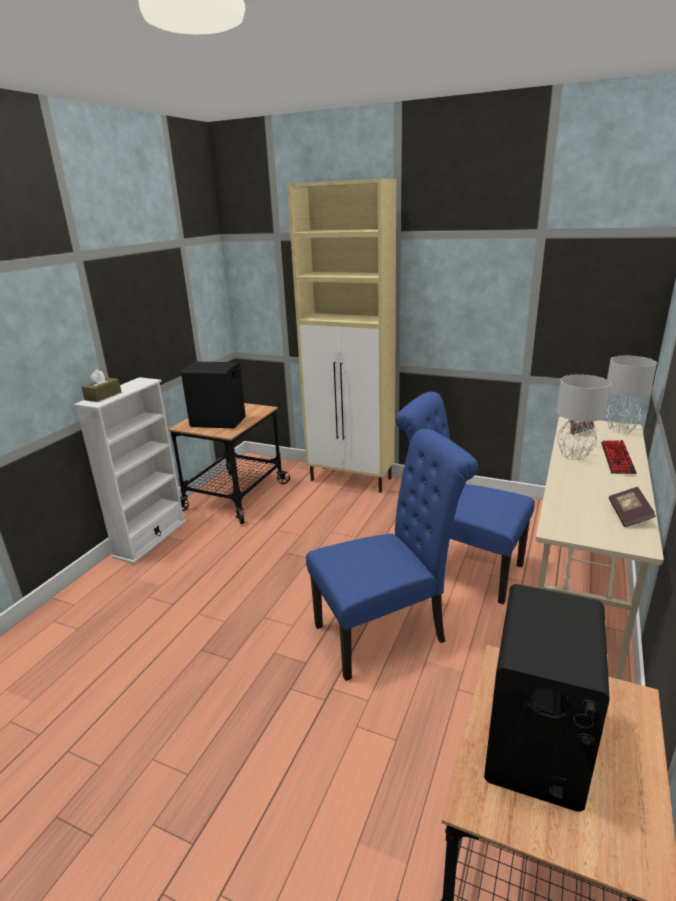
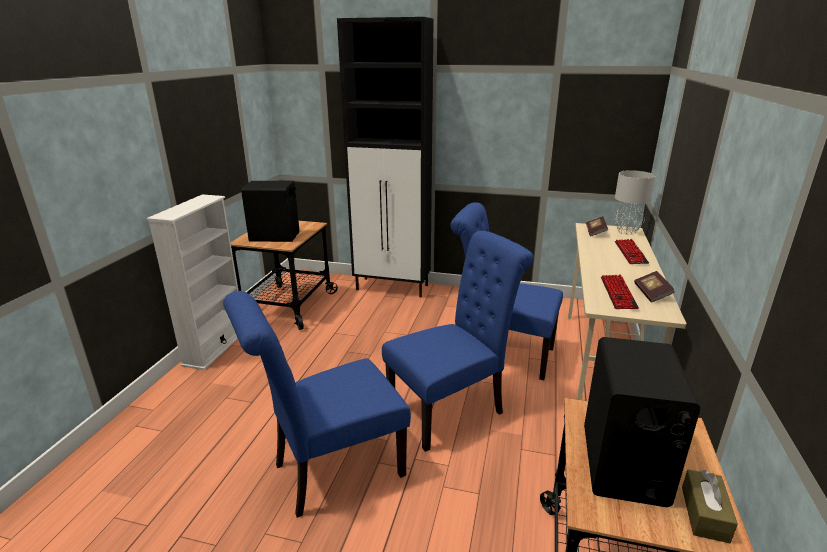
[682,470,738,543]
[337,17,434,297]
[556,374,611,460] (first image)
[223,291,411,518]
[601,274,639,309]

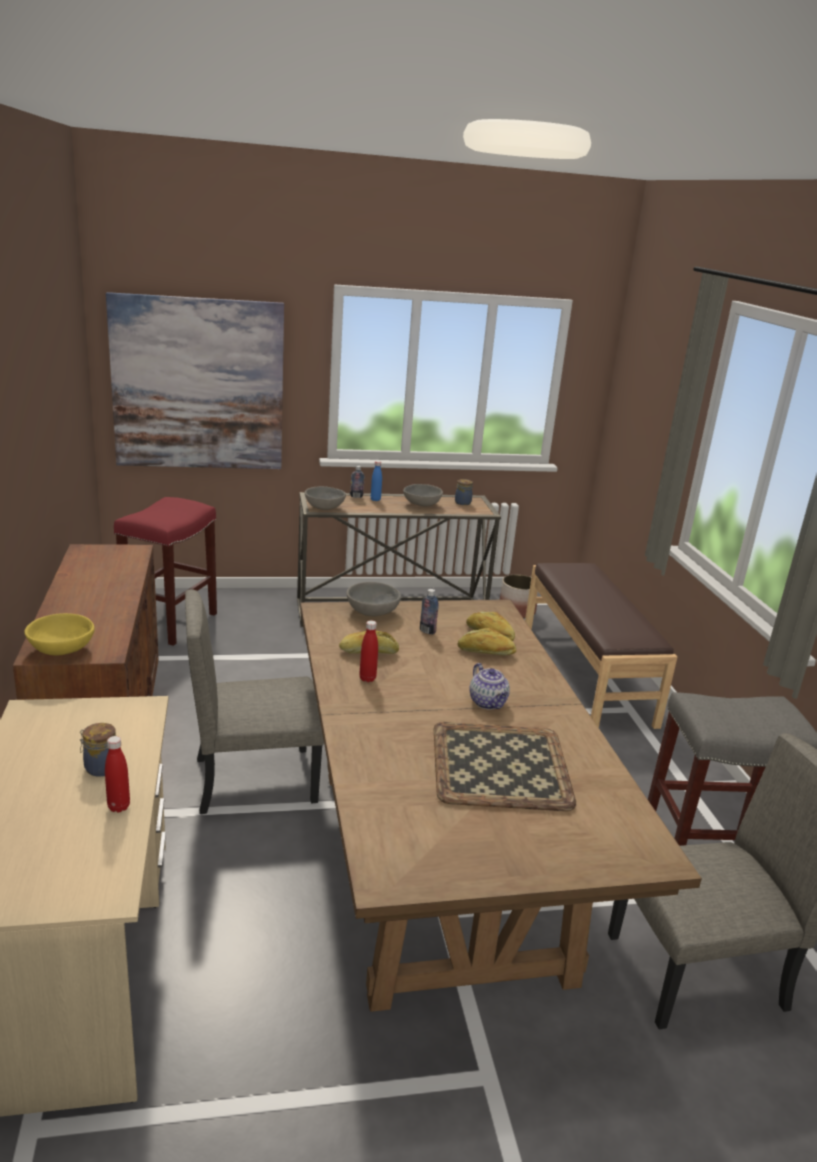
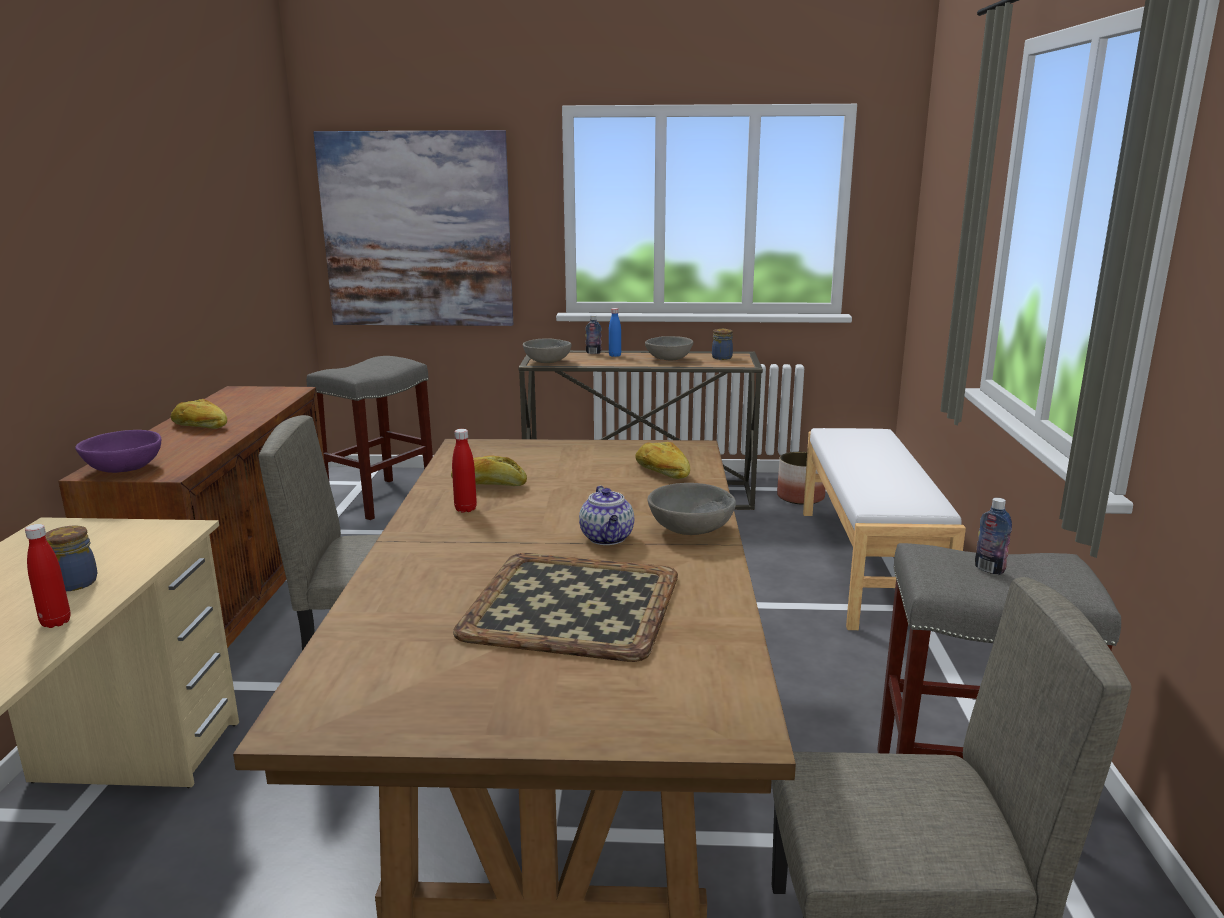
[75,430,161,473]
[307,356,433,520]
[647,483,736,535]
[975,498,1012,575]
[171,399,227,429]
[803,428,966,630]

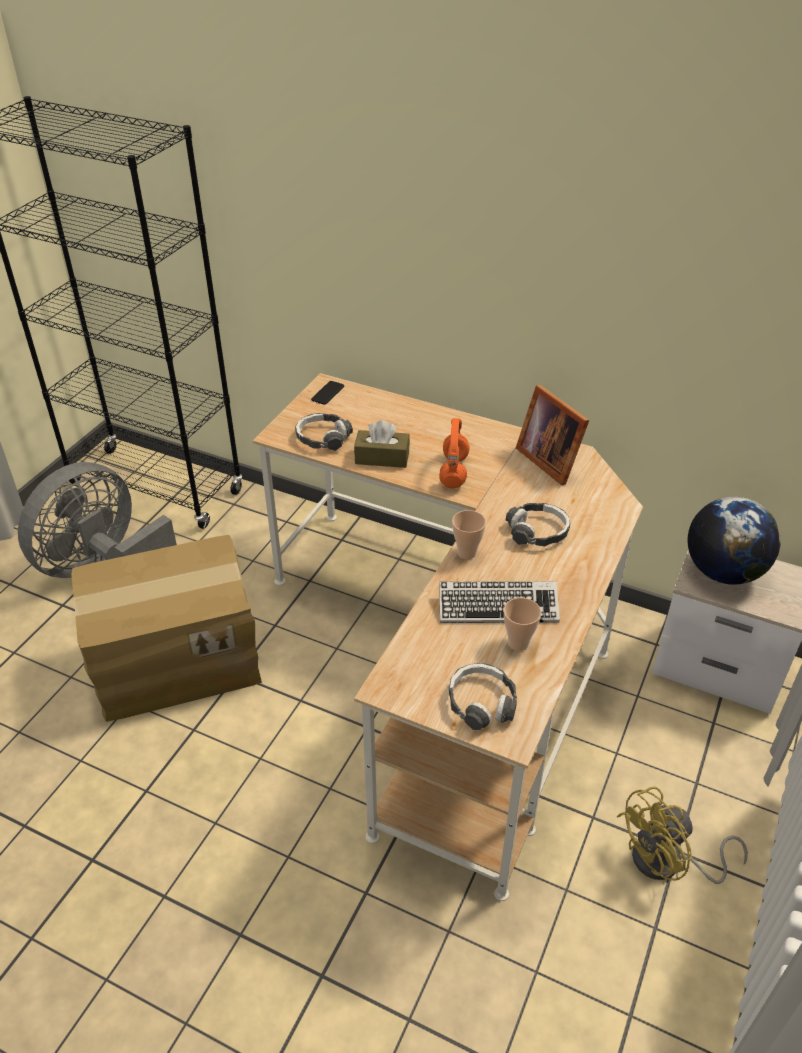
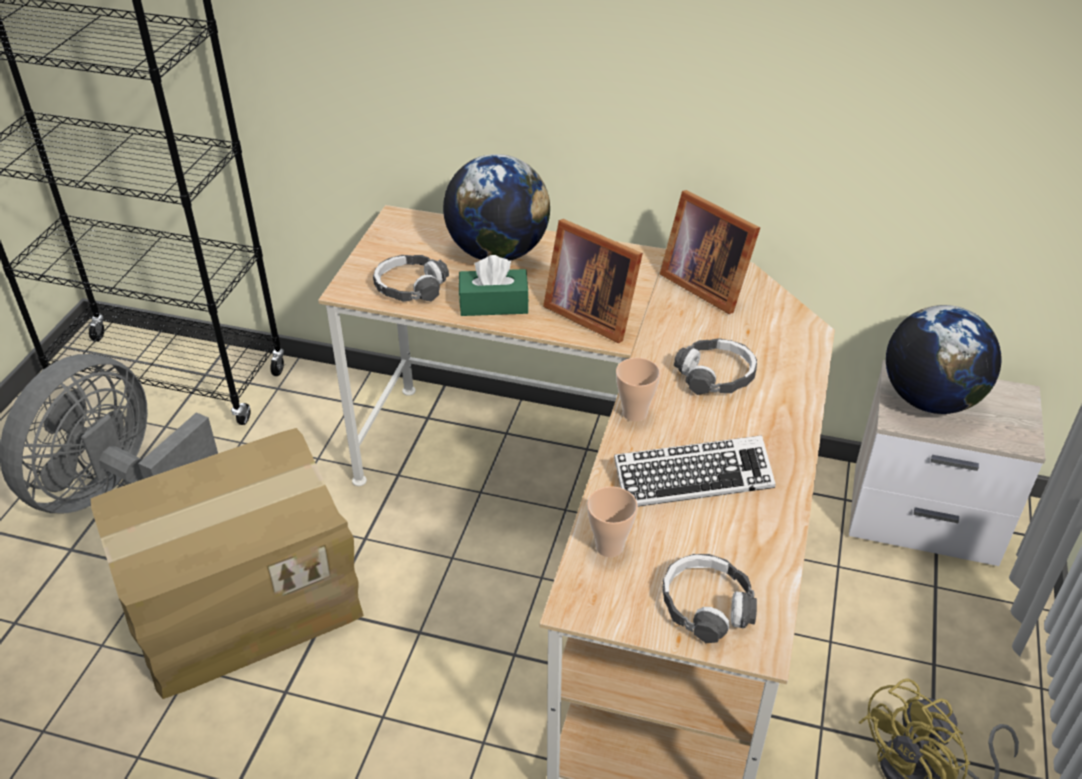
[311,381,344,405] (first image)
[459,255,529,316]
[543,219,643,343]
[587,486,638,557]
[443,154,550,261]

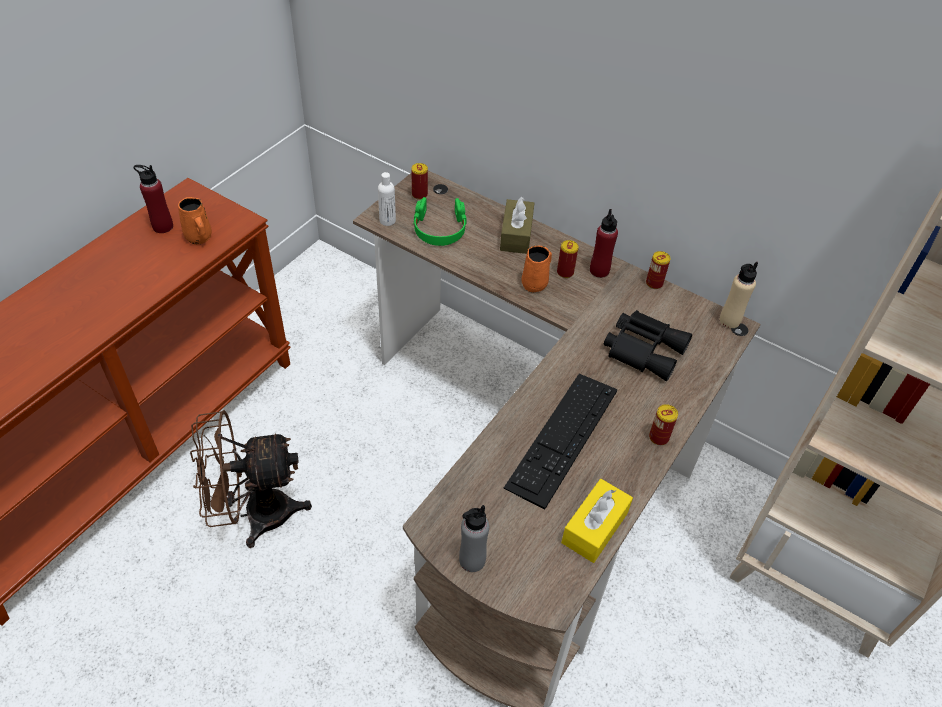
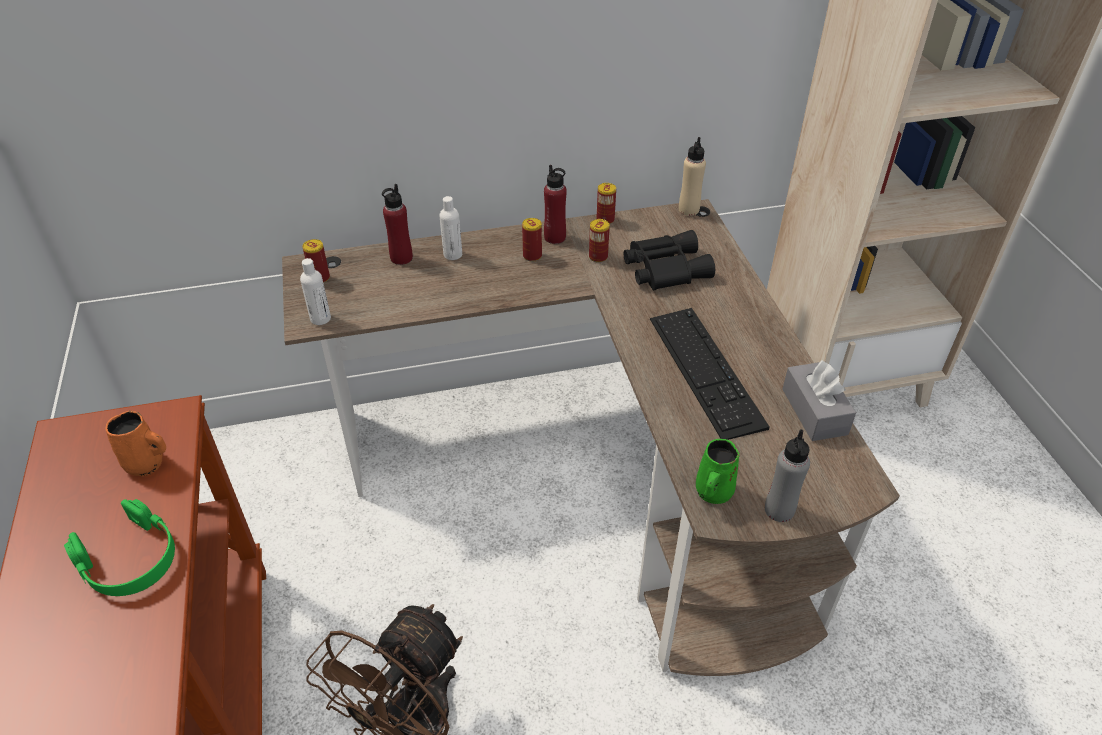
[382,184,413,265]
[64,499,175,596]
[440,196,462,260]
[521,245,552,293] (first image)
[782,360,856,441]
[589,219,610,263]
[696,439,740,504]

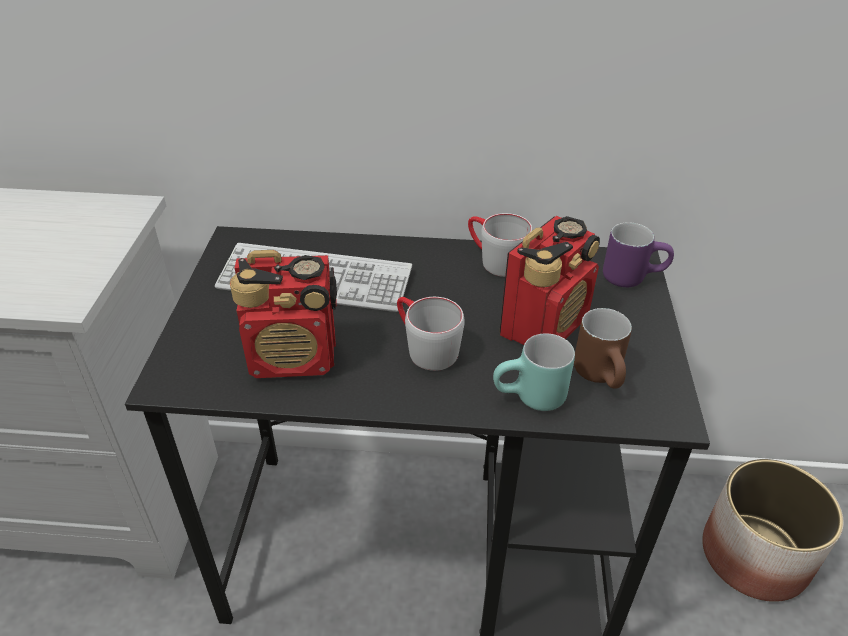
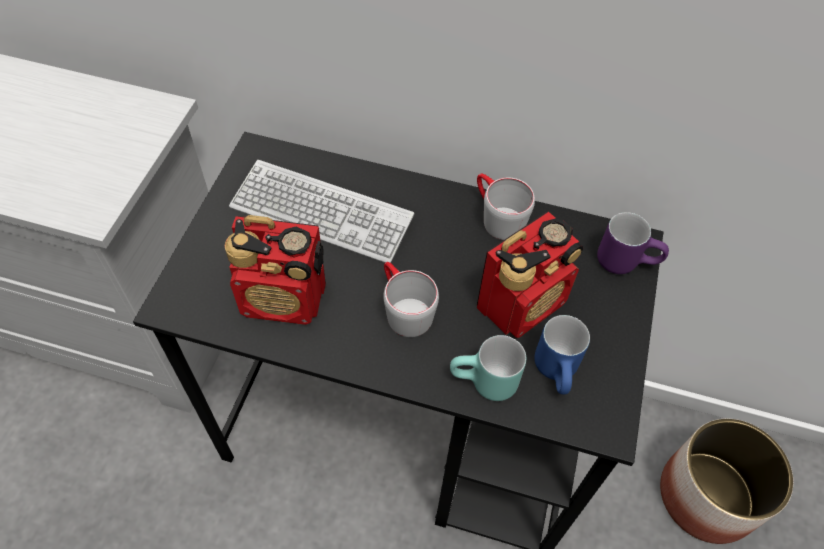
[534,315,590,395]

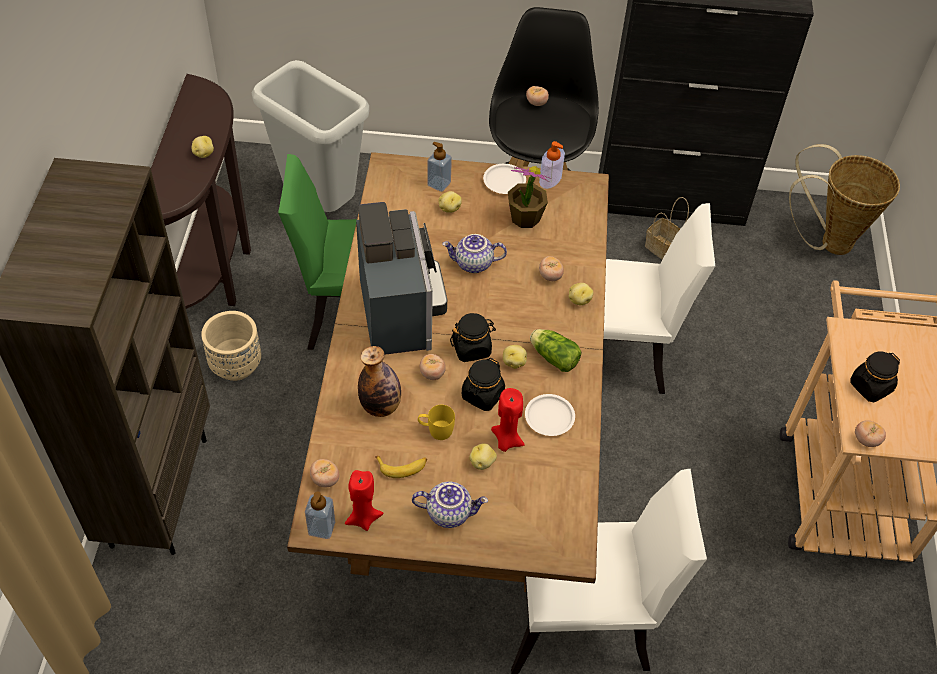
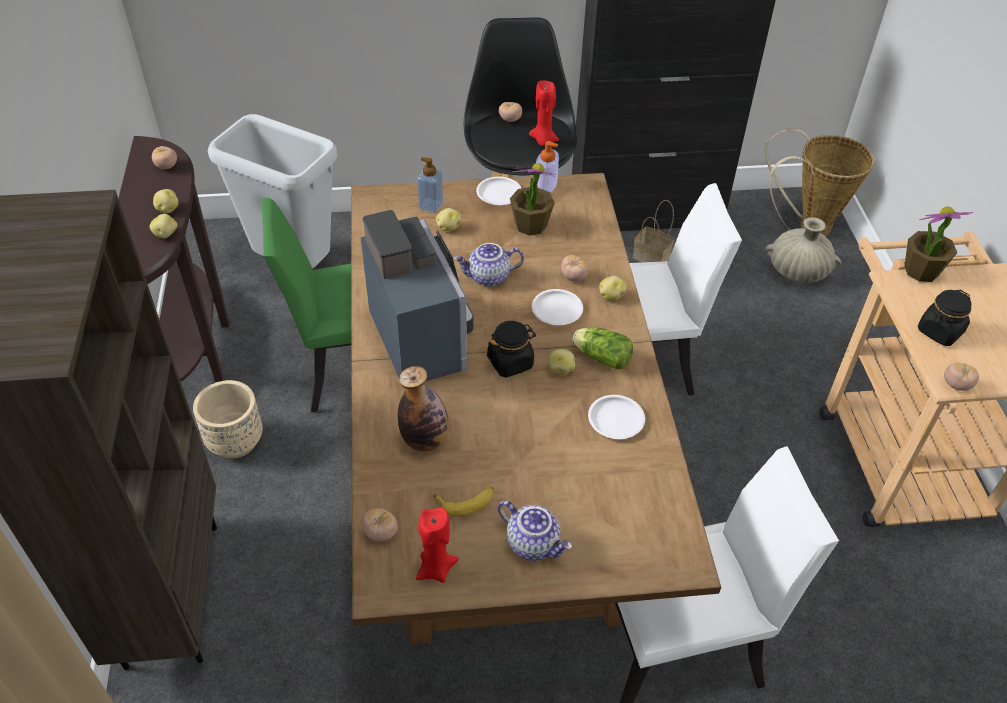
[305,491,335,539] (first image)
[498,500,572,561]
[418,405,455,440] (first image)
[152,146,177,169]
[462,358,505,411] (first image)
[149,214,177,239]
[529,80,559,146]
[532,289,583,325]
[765,217,841,283]
[904,206,974,282]

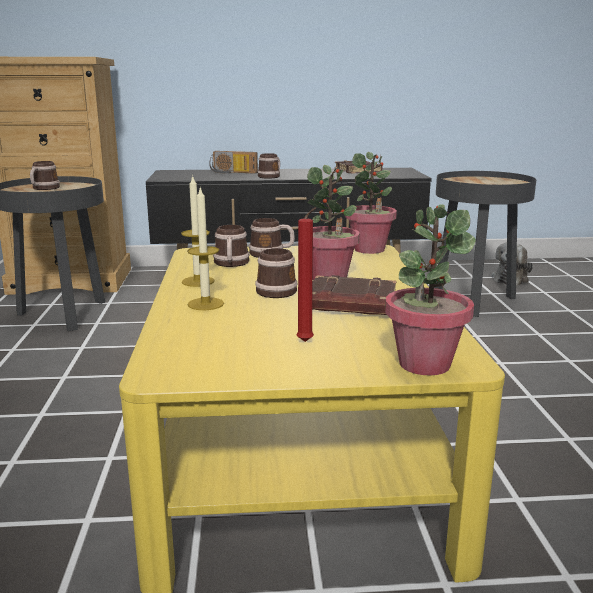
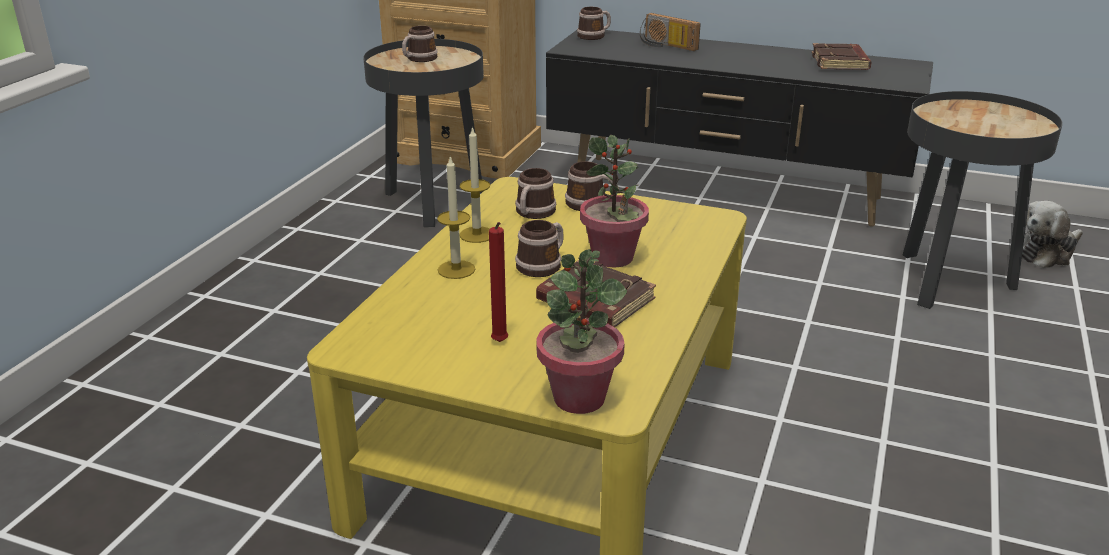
[577,7,611,40]
[345,152,397,254] (first image)

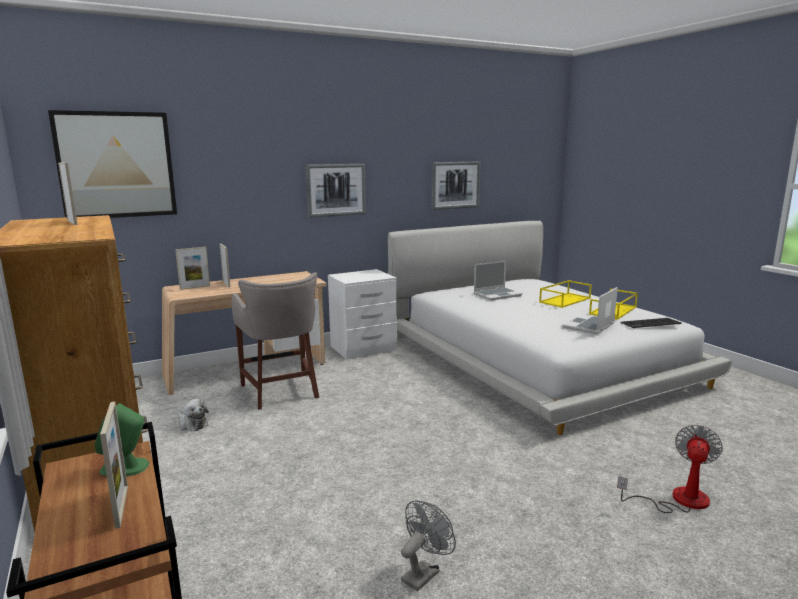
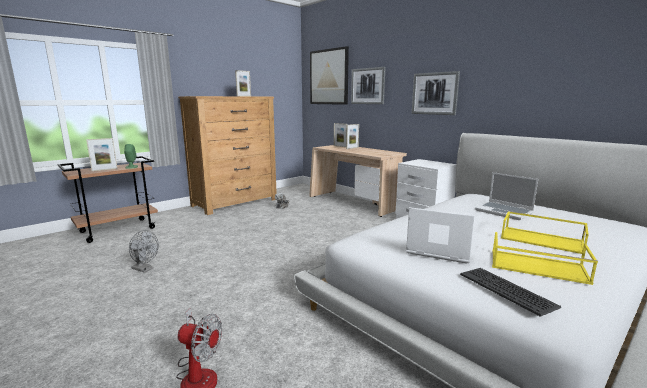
[232,272,319,410] (first image)
[351,67,385,104]

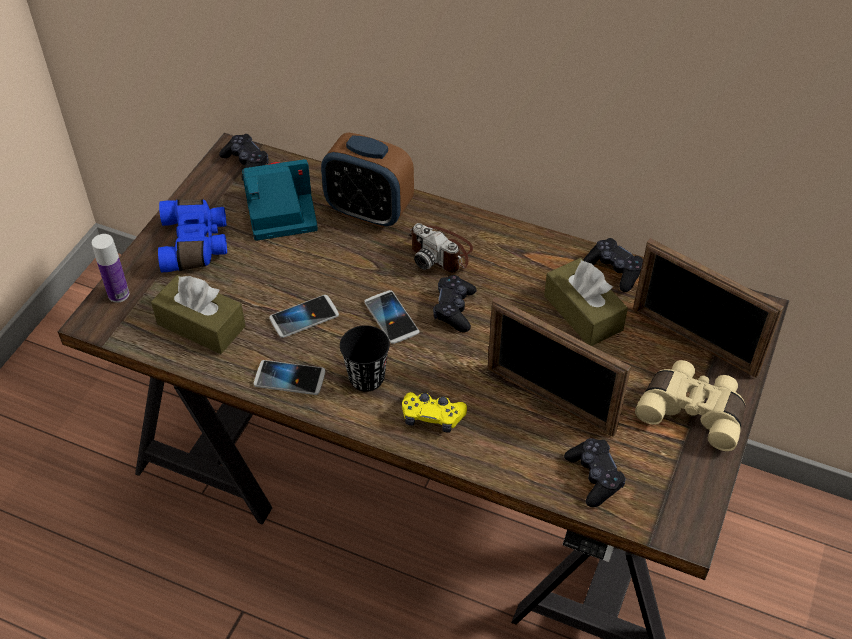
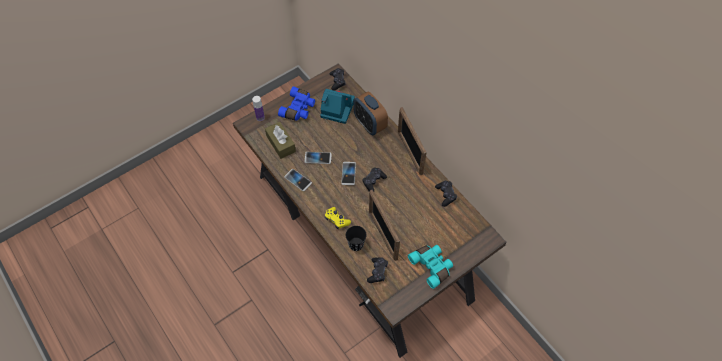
[346,226,366,251]
[408,223,473,272] (first image)
[544,258,628,346] (first image)
[398,107,426,175]
[408,245,453,289]

